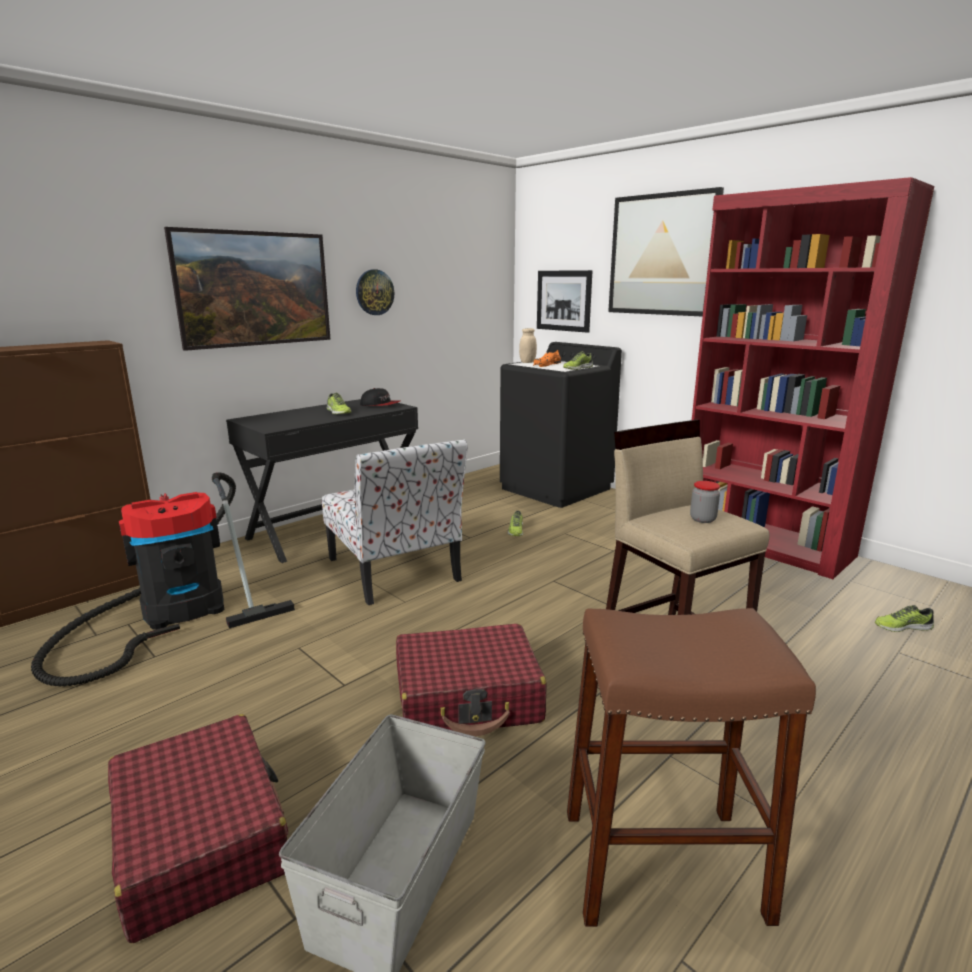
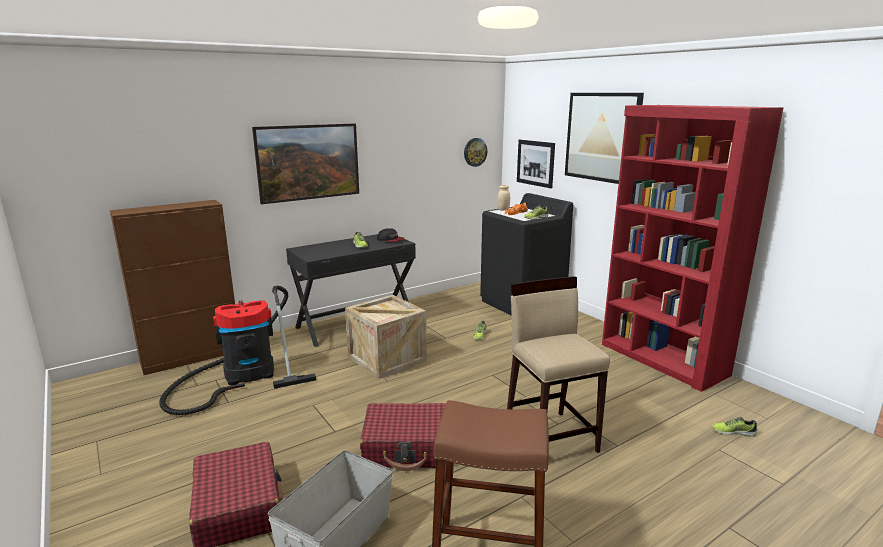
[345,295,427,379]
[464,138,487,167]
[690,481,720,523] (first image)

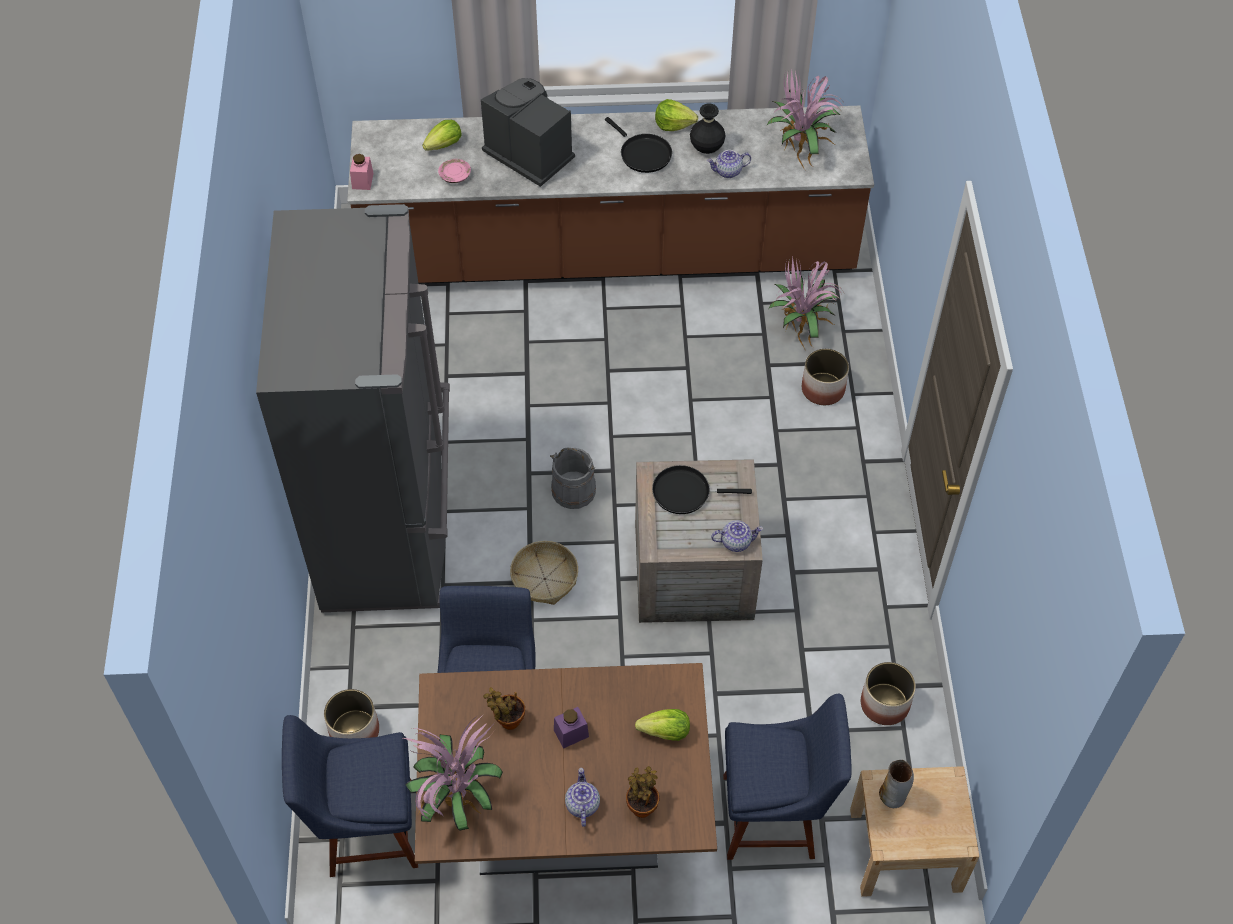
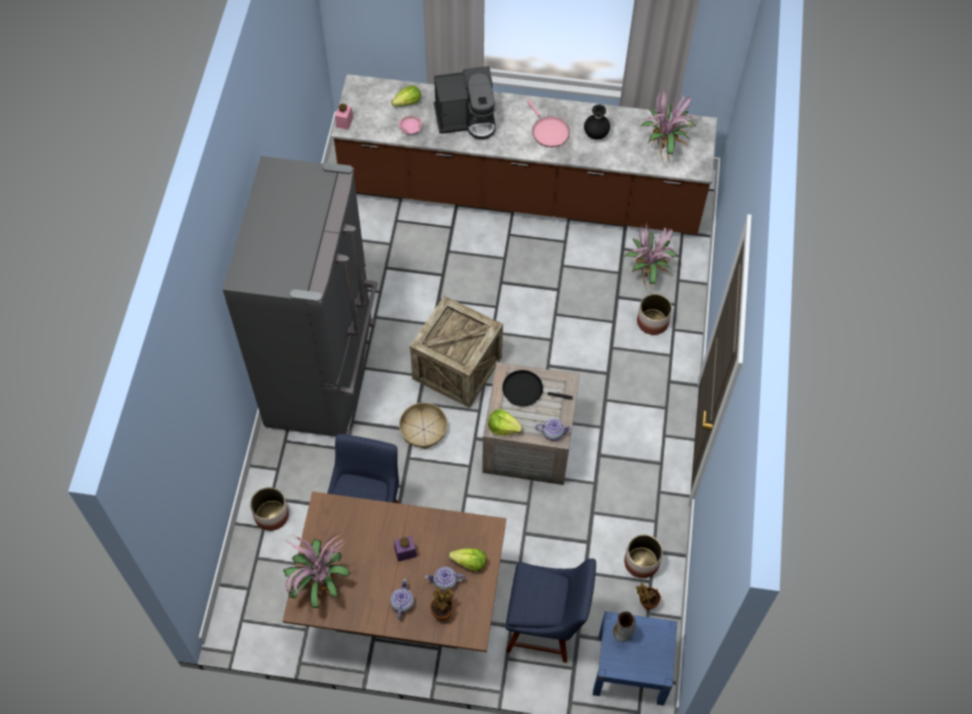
[282,715,418,877] (first image)
[434,66,496,140]
[636,583,661,609]
[410,296,503,408]
[527,99,570,147]
[488,409,523,435]
[425,567,465,591]
[593,611,677,706]

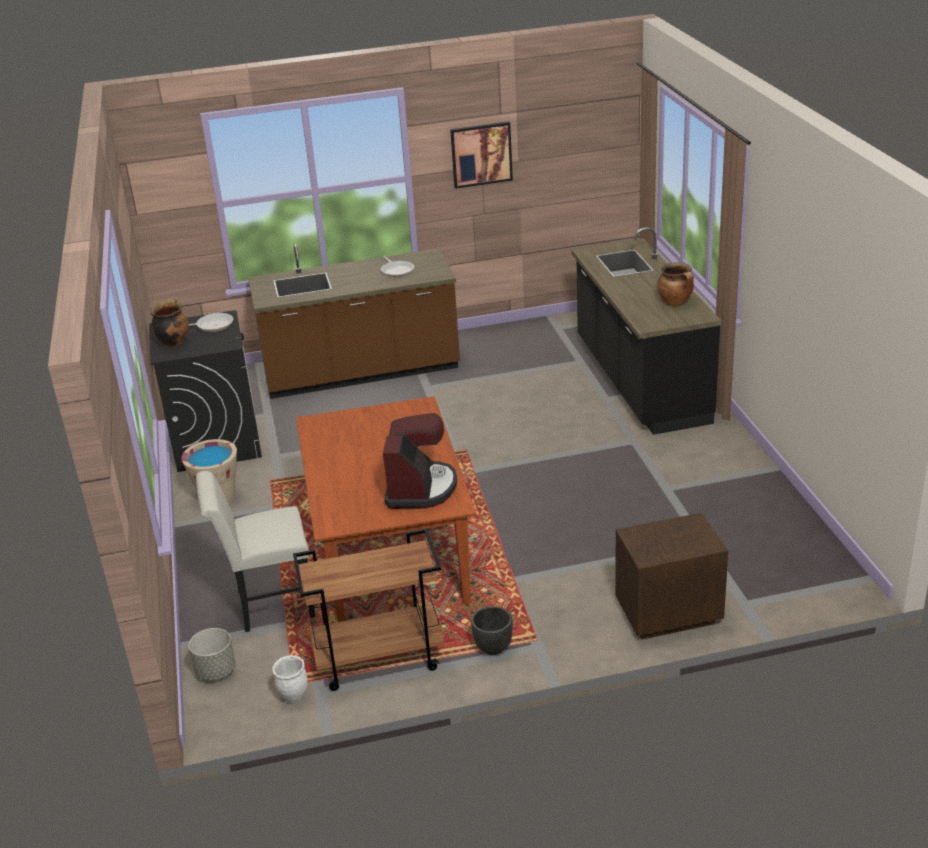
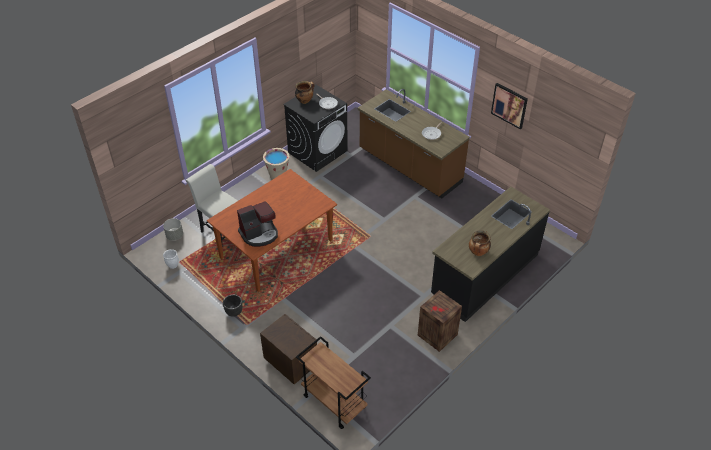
[296,336,371,429]
[418,290,462,352]

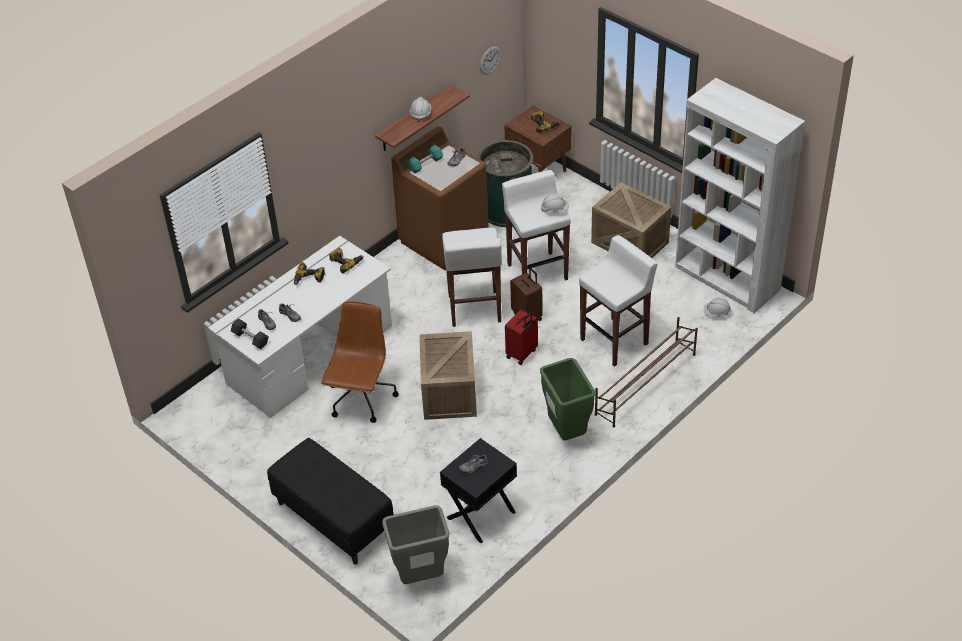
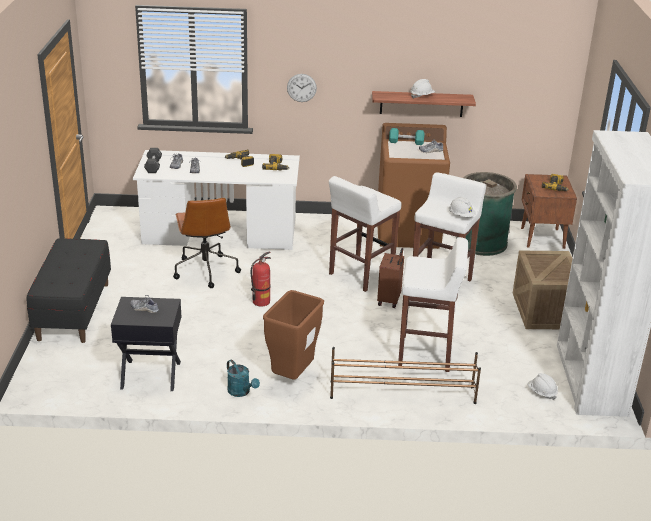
[173,198,241,288]
[382,505,450,584] (first image)
[251,251,271,307]
[287,74,317,102]
[505,310,538,365] (first image)
[263,290,324,379]
[227,360,260,397]

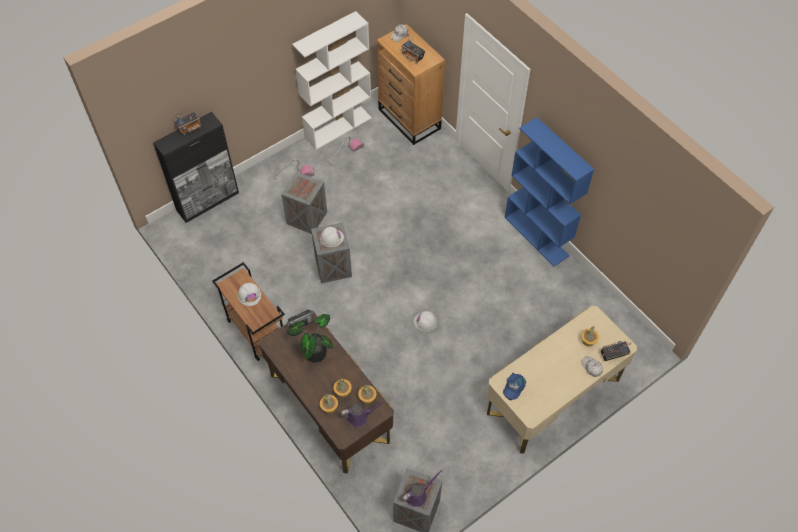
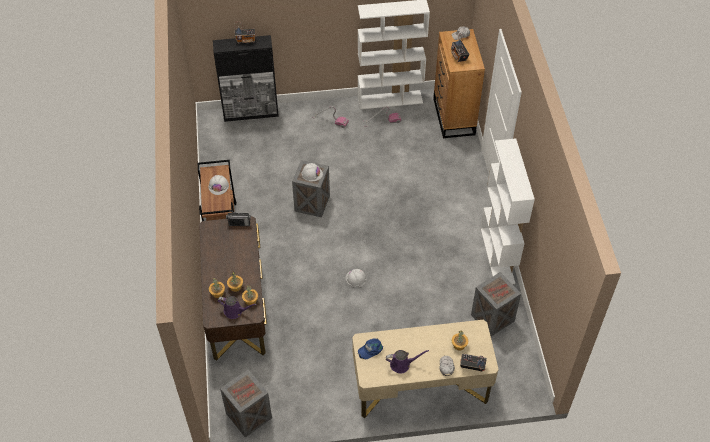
[471,272,521,336]
[287,314,334,363] (first image)
[386,350,429,374]
[480,138,535,284]

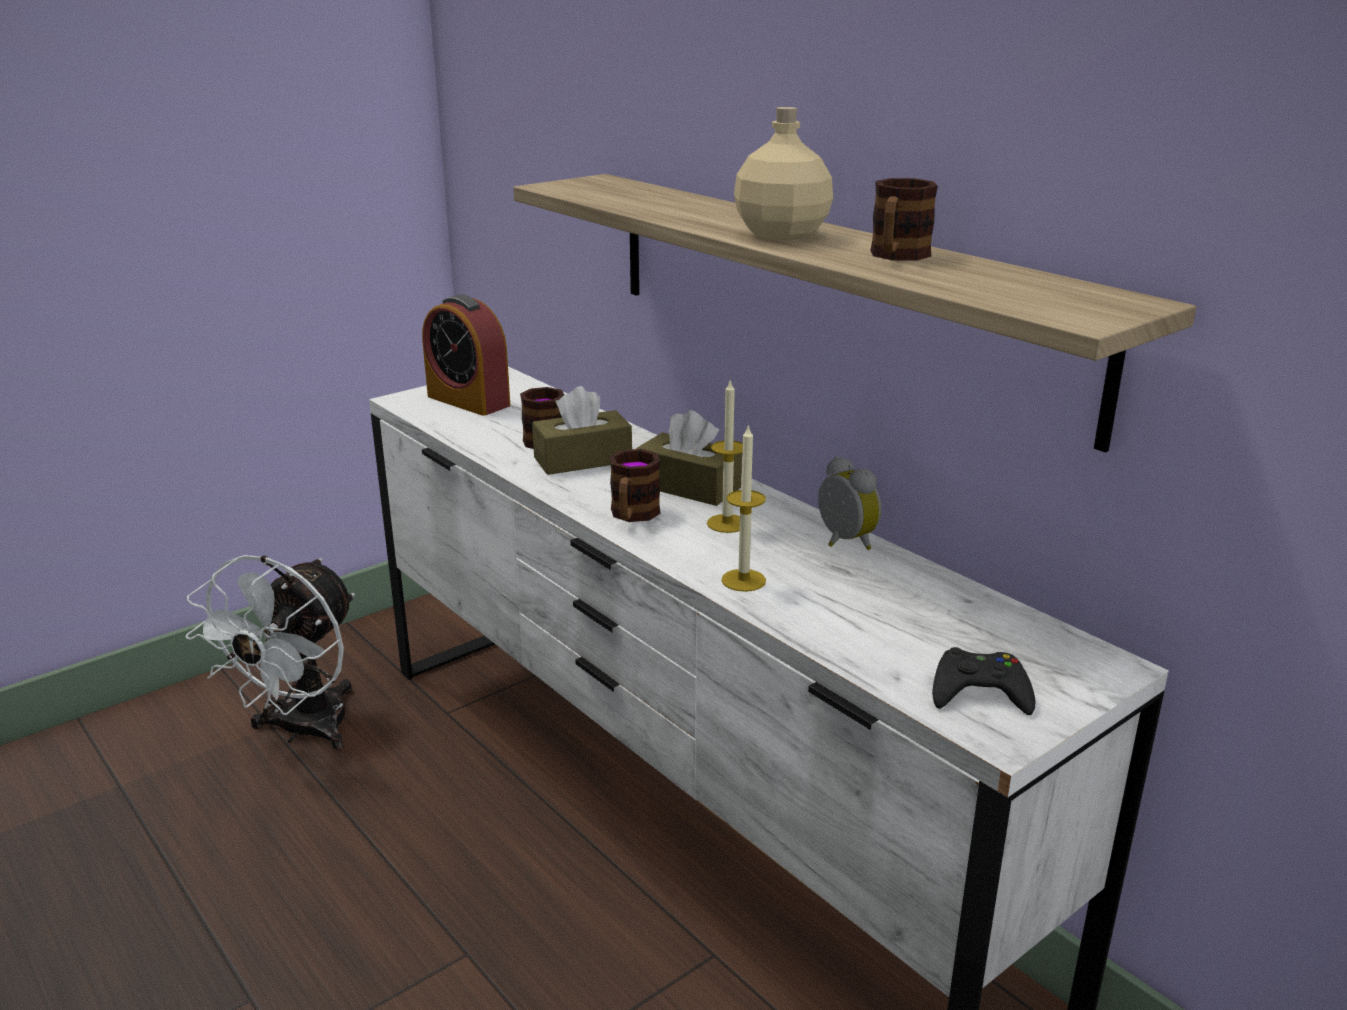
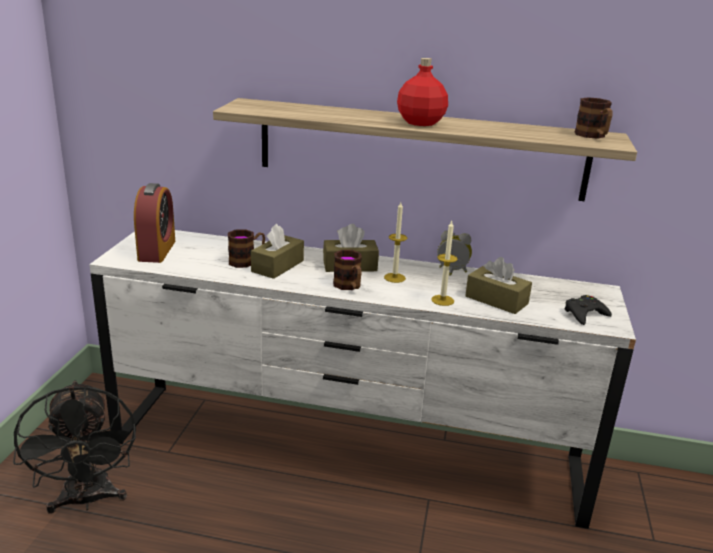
[13,380,136,514]
[134,183,175,263]
[397,58,448,126]
[575,97,613,139]
[465,257,532,314]

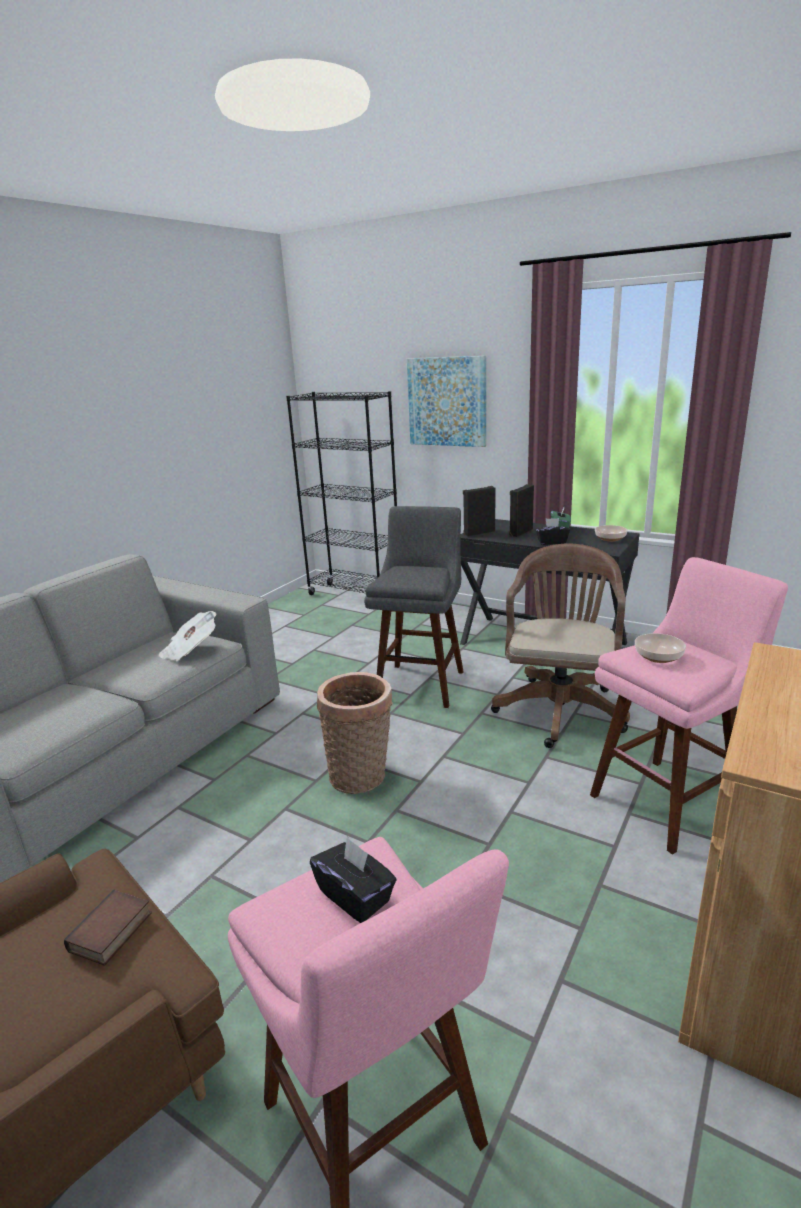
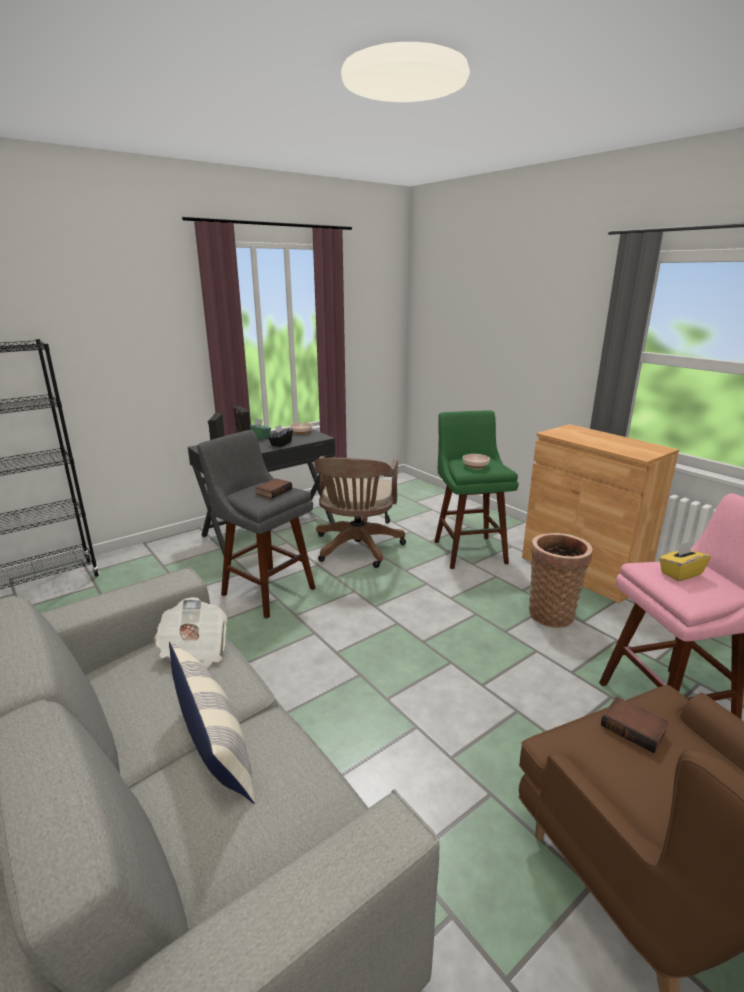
[659,542,711,581]
[529,533,593,628]
[407,356,486,447] (first image)
[314,456,406,568]
[434,410,518,569]
[169,641,256,804]
[255,478,292,499]

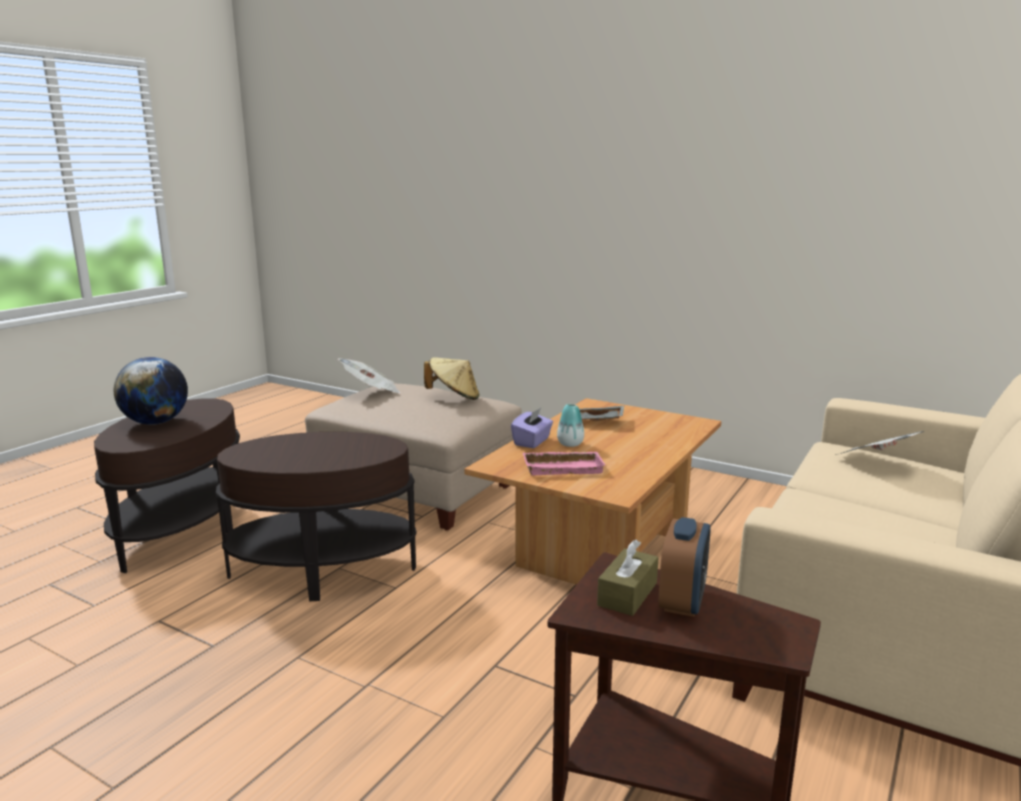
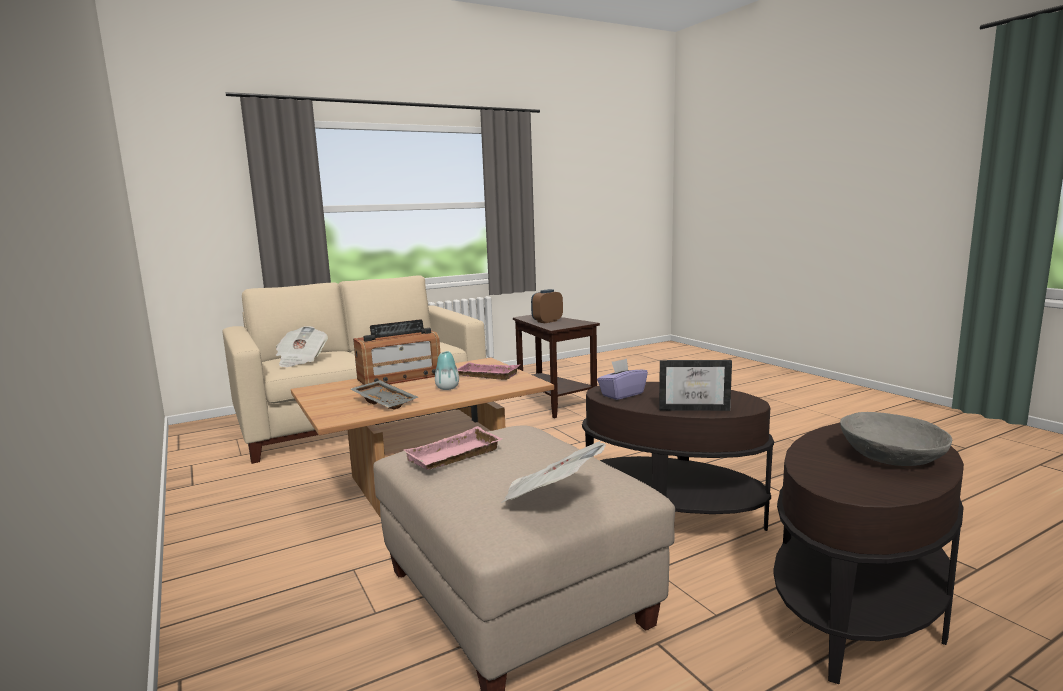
[840,412,952,466]
[404,426,502,470]
[597,359,648,400]
[597,540,659,616] (first image)
[353,319,440,385]
[659,360,732,411]

